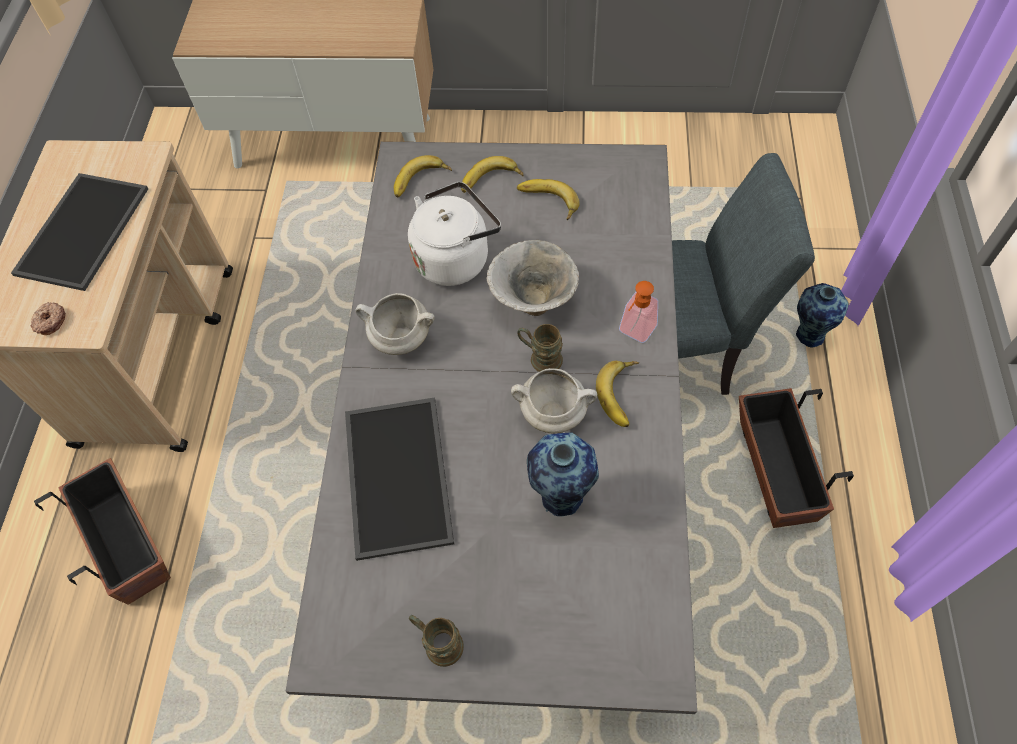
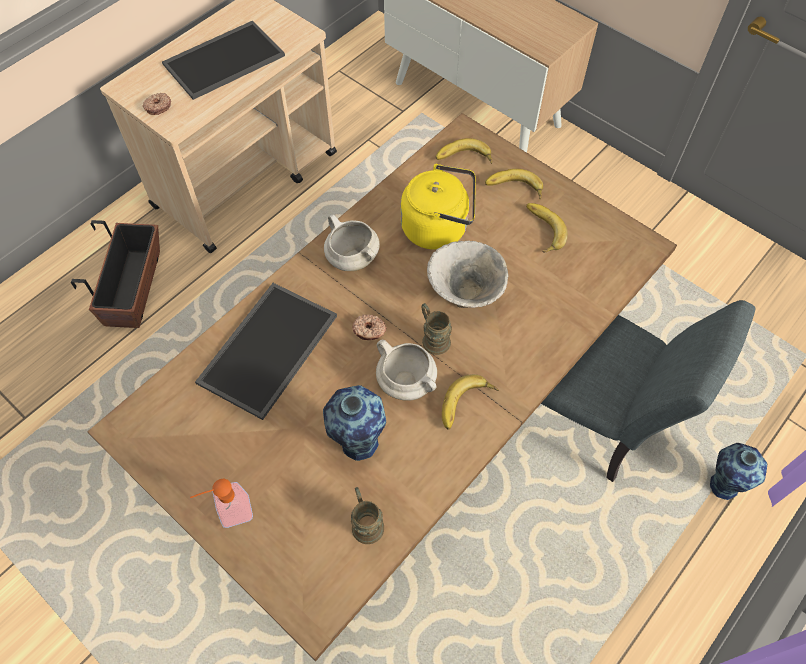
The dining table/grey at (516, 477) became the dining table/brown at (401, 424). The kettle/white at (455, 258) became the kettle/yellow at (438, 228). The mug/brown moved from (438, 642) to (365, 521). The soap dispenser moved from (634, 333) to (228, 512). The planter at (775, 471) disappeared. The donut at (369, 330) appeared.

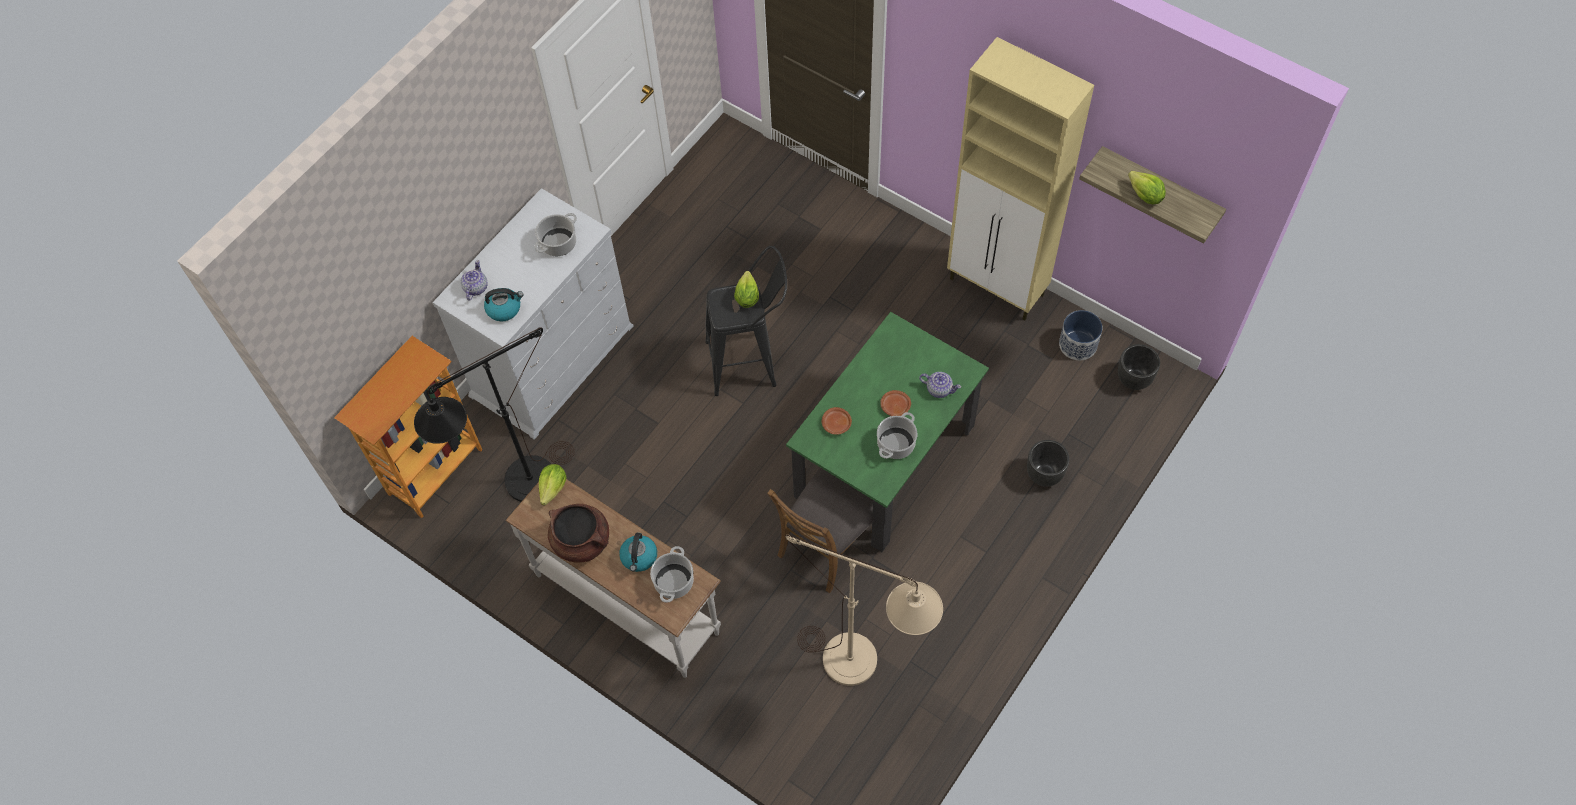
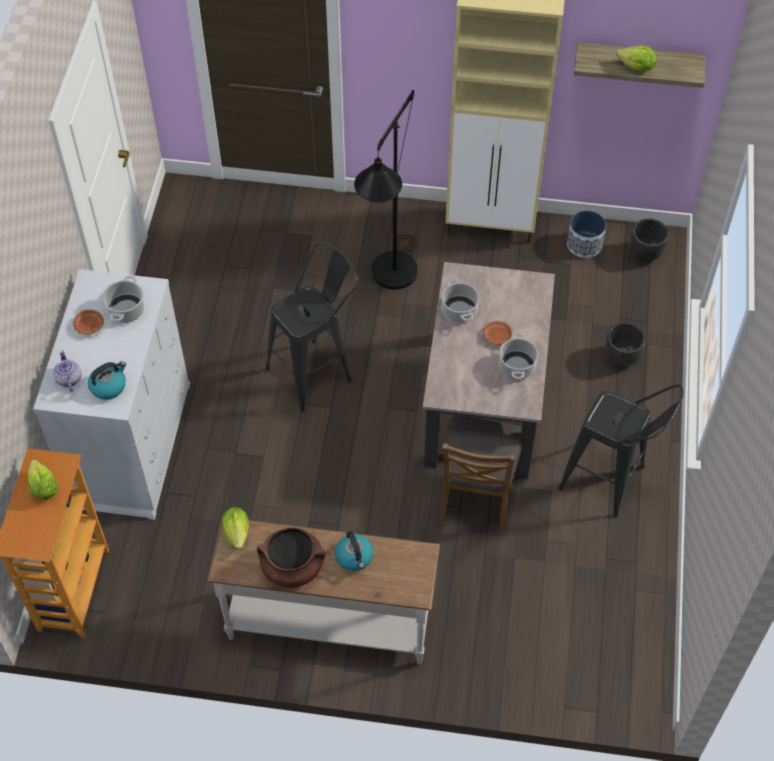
The floor lamp/black moved from (519, 489) to (390, 281). The cooking pot moved from (674, 582) to (459, 311). The lettuce moved from (747, 297) to (44, 488). The floor lamp/beige at (864, 667) disappeared. The dining table/green at (885, 461) became the dining table/beige at (483, 403). The plate/brown moved from (836, 424) to (89, 326). The teapot at (939, 389) disappeared. The stool/black at (610, 482) appeared.

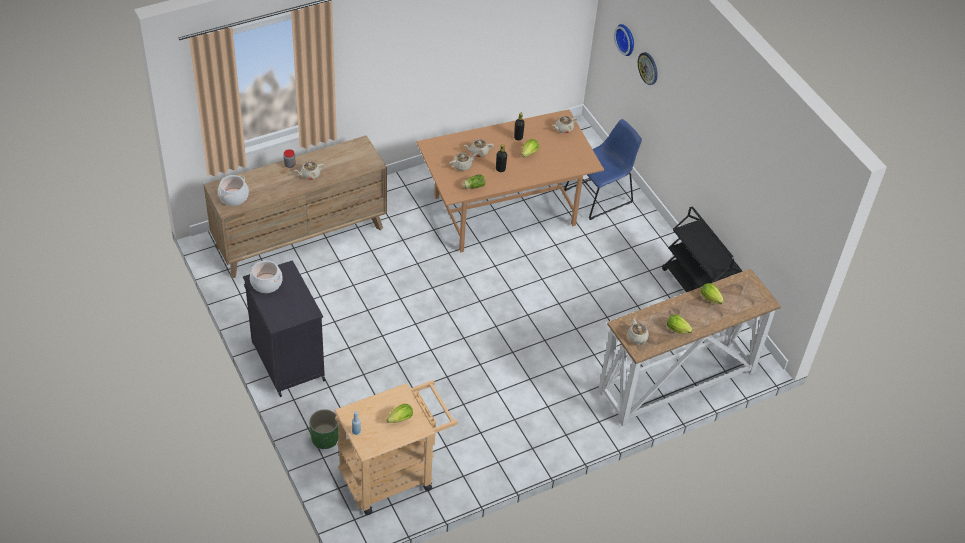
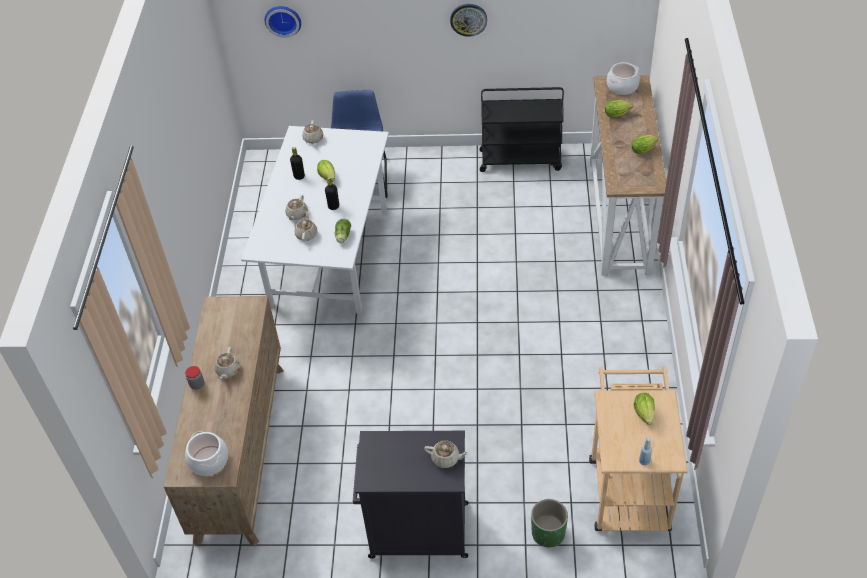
The cooking pot moved from (266, 283) to (622, 86). The dining table/brown at (505, 210) became the dining table/white at (329, 256). The teapot/beige moved from (637, 338) to (446, 458). The wall clock moved from (648, 68) to (468, 19).

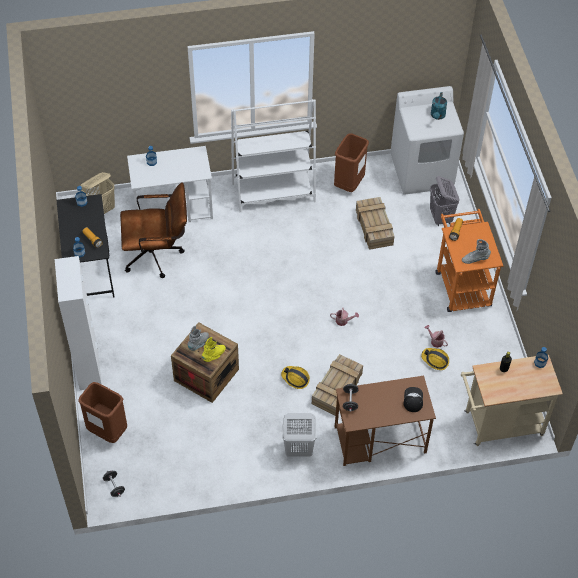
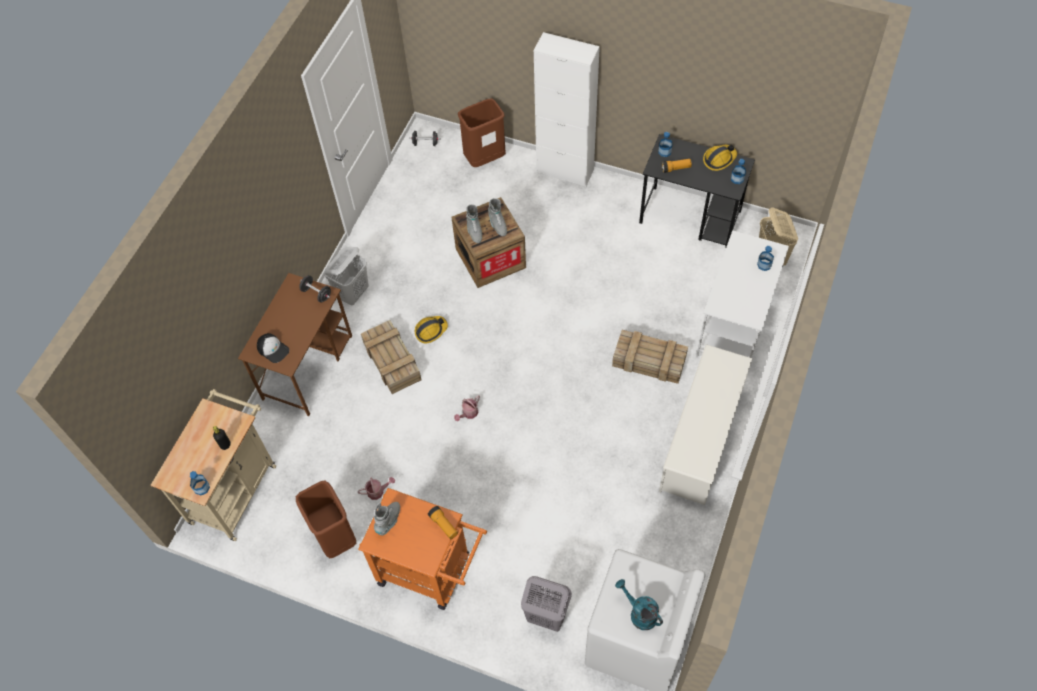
The office chair/brown at (158, 255) disappeared. The boot/yellow at (214, 355) became the boot/grey at (474, 231). The bookcase/white at (273, 193) was replaced by the shoe rack/white at (701, 440). The trash can/brown moved from (349, 184) to (335, 537). The crate moved from (374, 228) to (648, 361). The hard hat moved from (435, 360) to (719, 159).

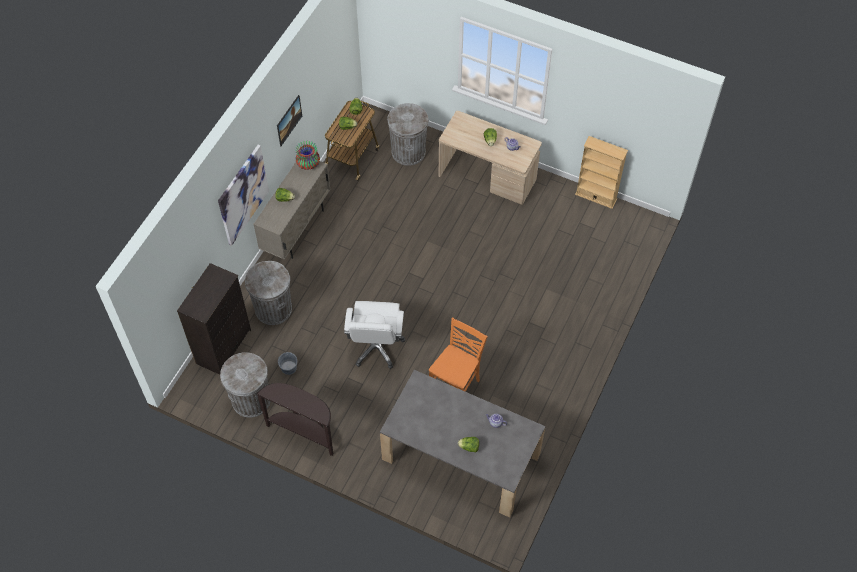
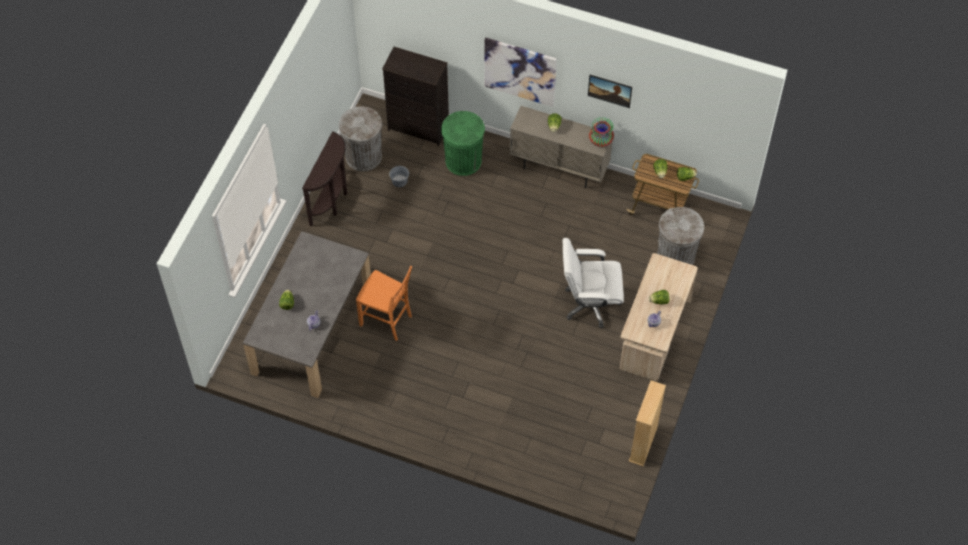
The trash can/grey at (273, 309) became the trash can/green at (463, 161). The office chair/white moved from (376, 347) to (590, 304).

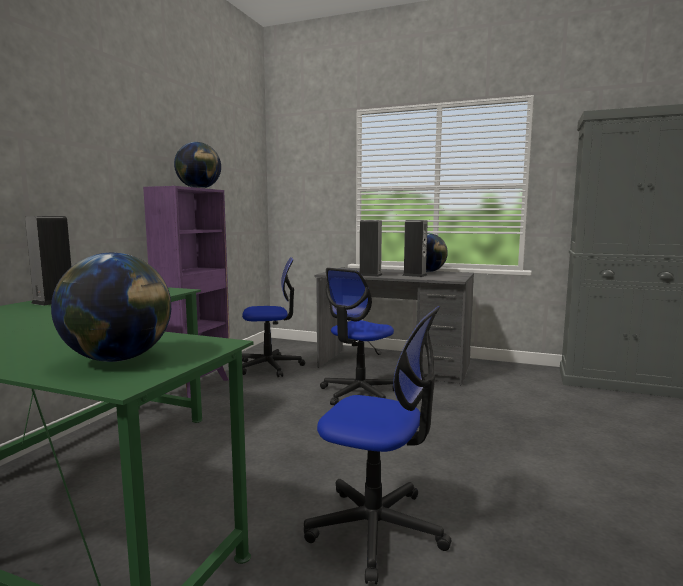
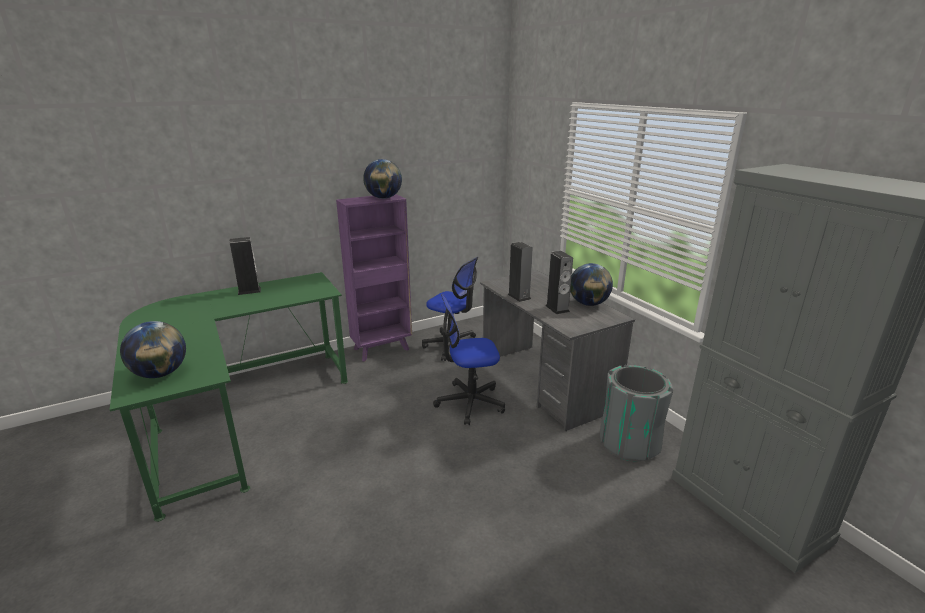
The office chair at (376, 529) disappeared. The trash can/grey at (629, 443) appeared.

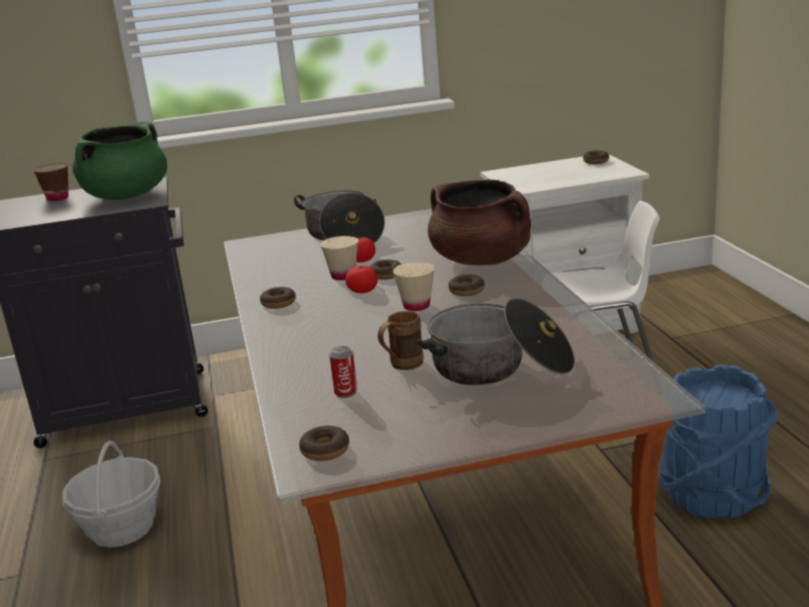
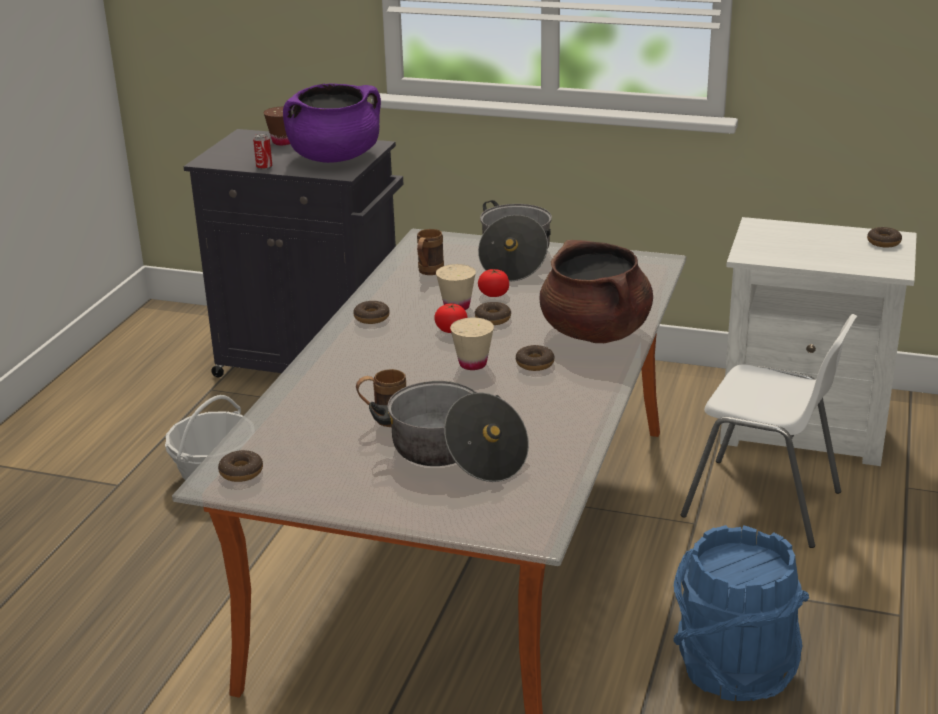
The cooking pot/green at (127, 196) became the cooking pot/purple at (335, 158). The can moved from (346, 393) to (264, 167). The mug/brown at (428, 272) appeared.

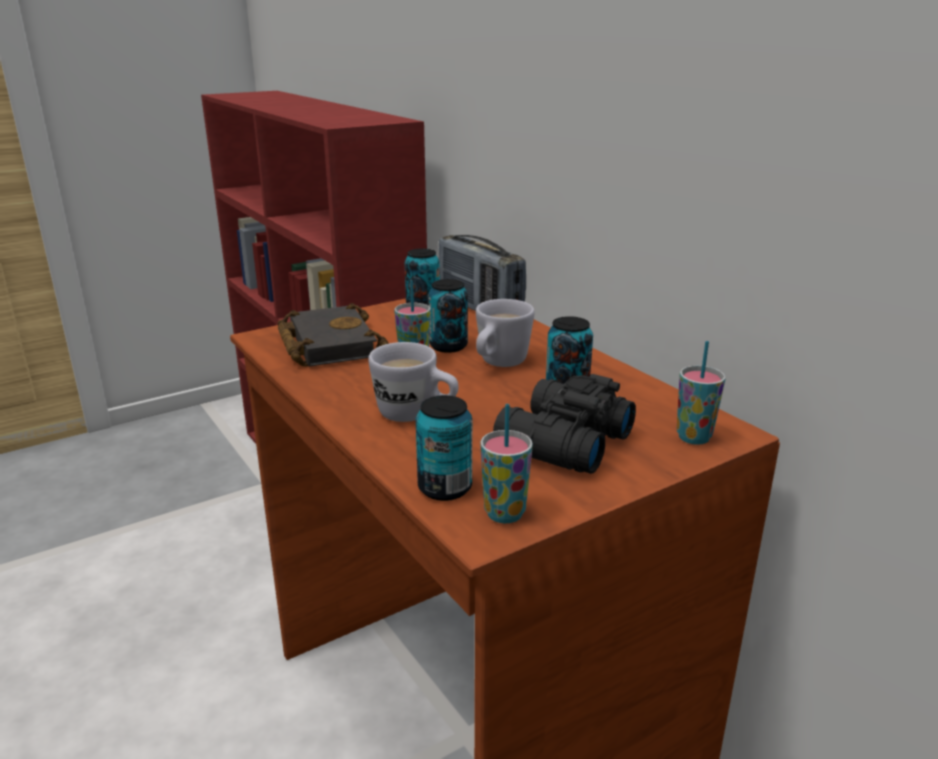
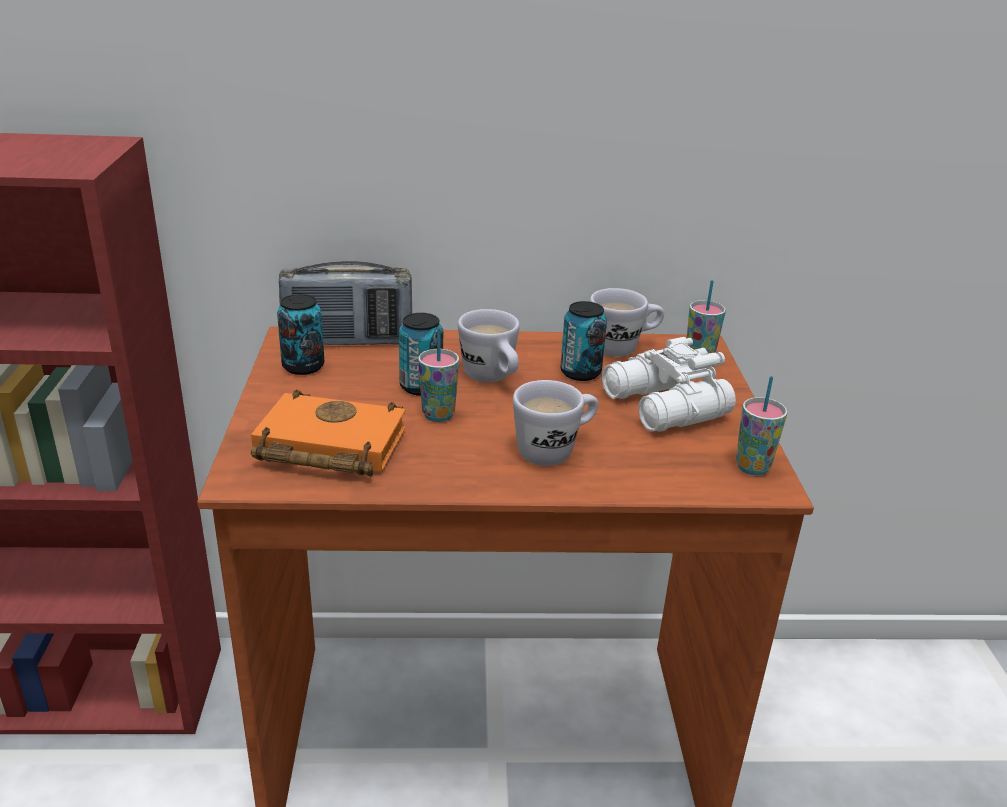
The book/black at (327, 344) became the book/orange at (325, 446). The can at (444, 488) disappeared. The binoculars/black at (560, 442) became the binoculars/white at (663, 407). The mug/white at (623, 348) appeared.

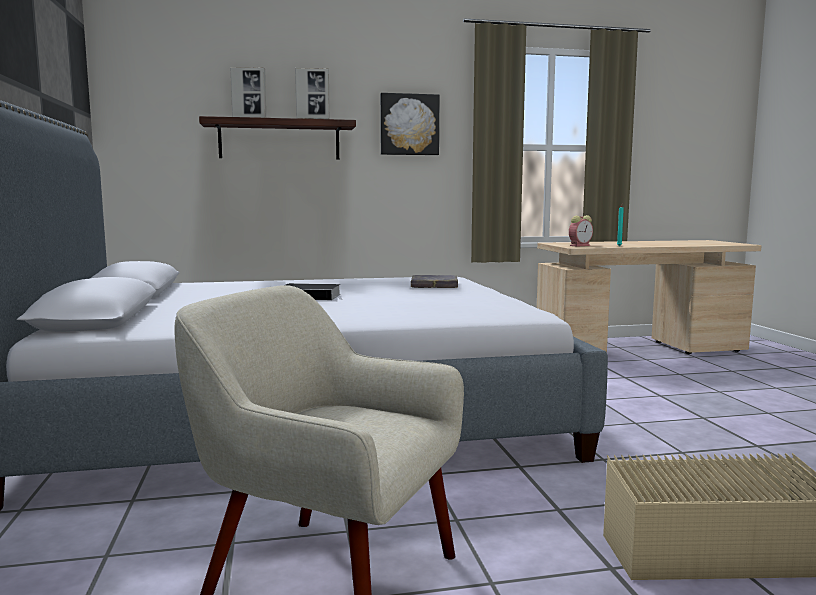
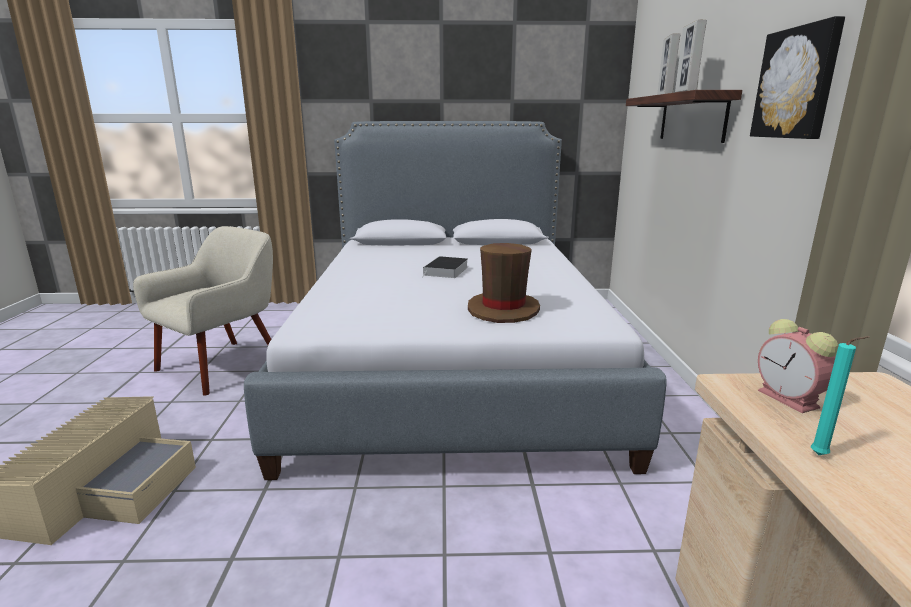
The book/grey at (434, 286) was replaced by the hat/brown at (503, 309).

